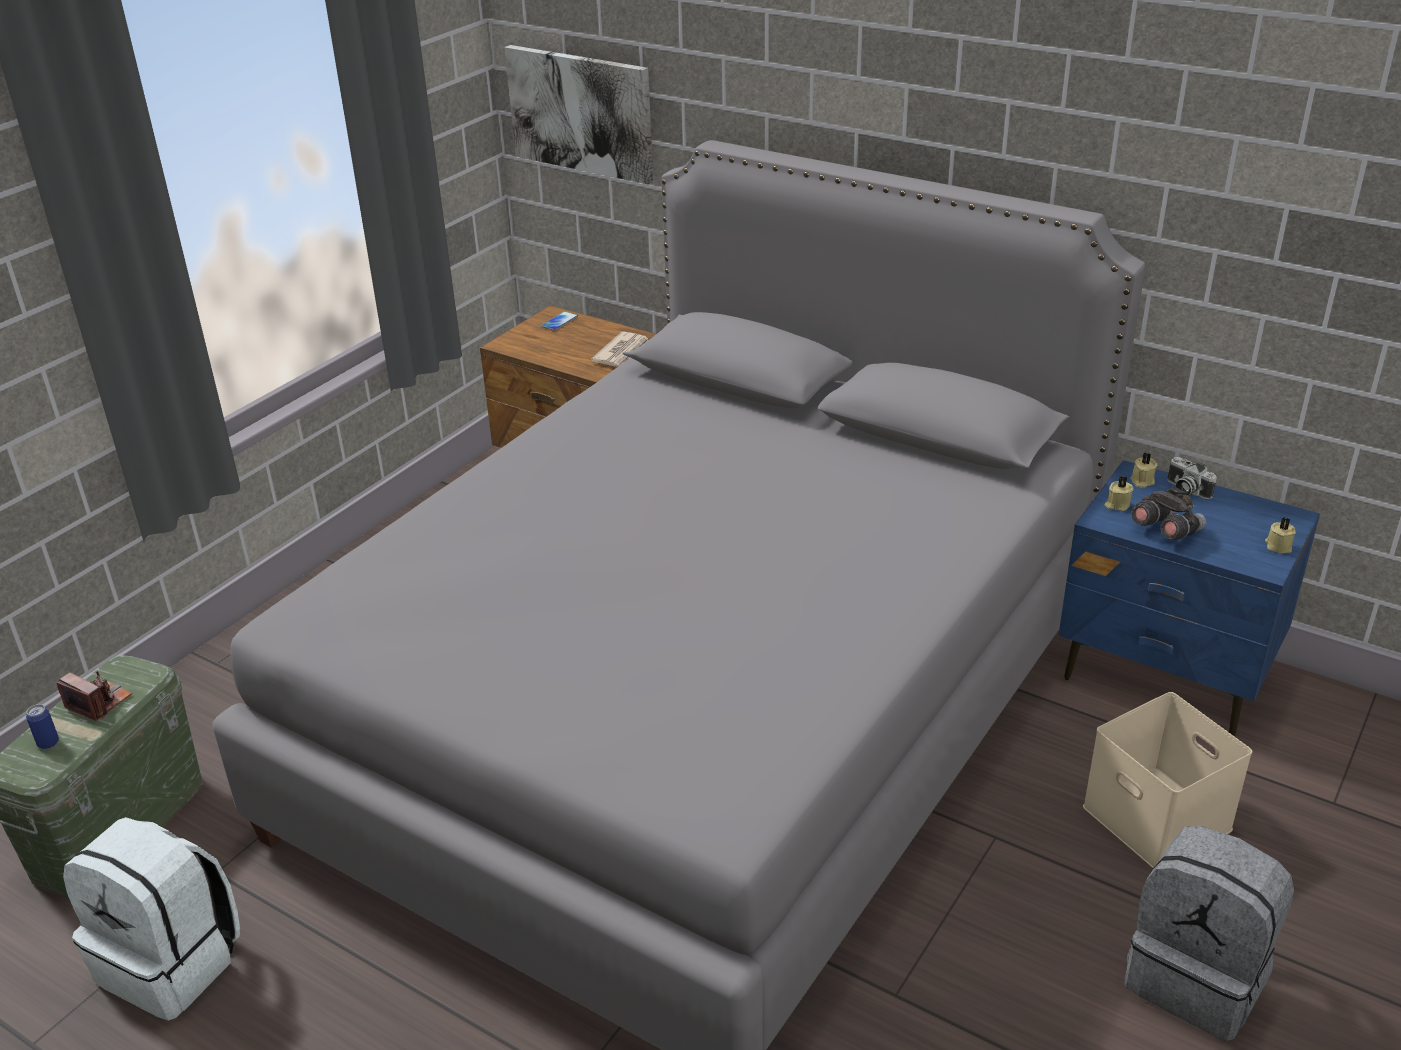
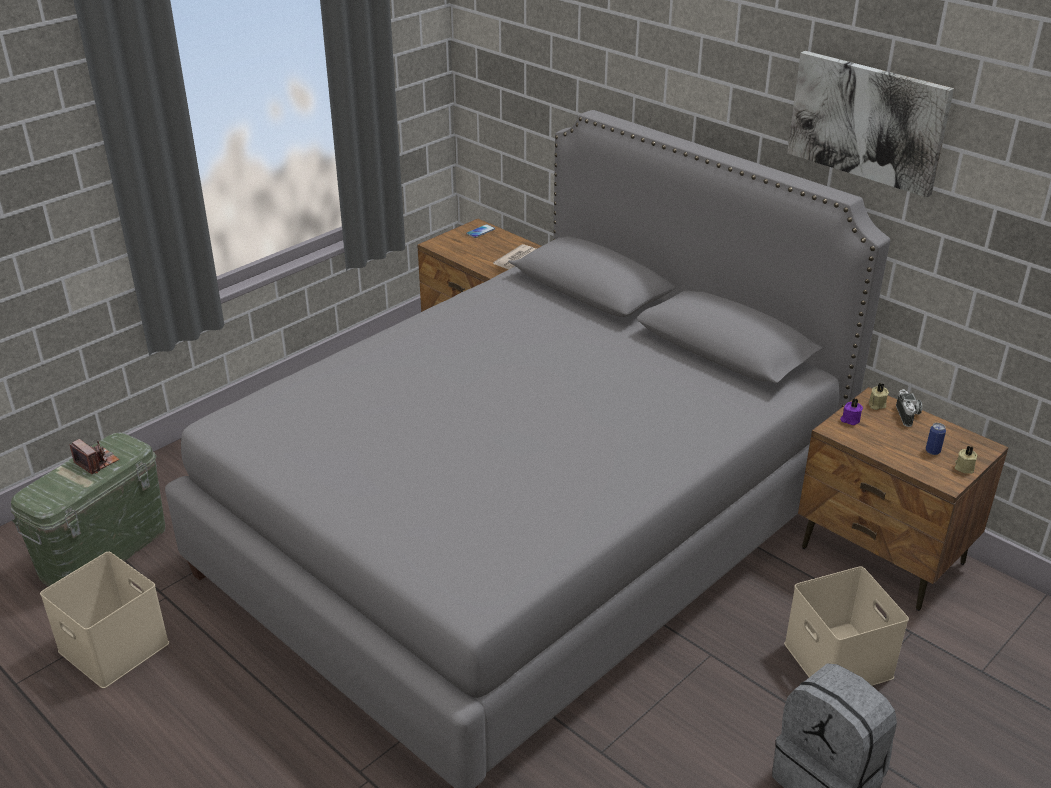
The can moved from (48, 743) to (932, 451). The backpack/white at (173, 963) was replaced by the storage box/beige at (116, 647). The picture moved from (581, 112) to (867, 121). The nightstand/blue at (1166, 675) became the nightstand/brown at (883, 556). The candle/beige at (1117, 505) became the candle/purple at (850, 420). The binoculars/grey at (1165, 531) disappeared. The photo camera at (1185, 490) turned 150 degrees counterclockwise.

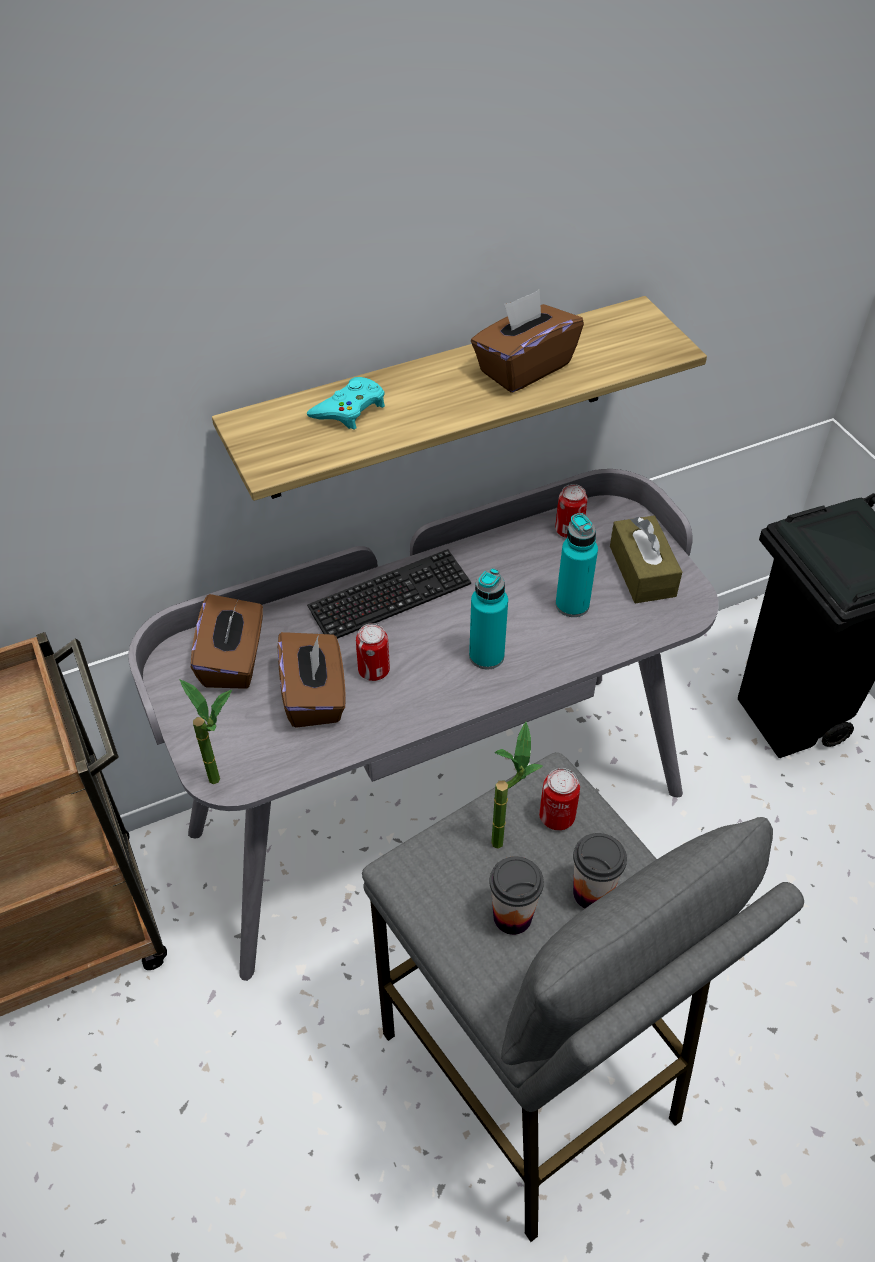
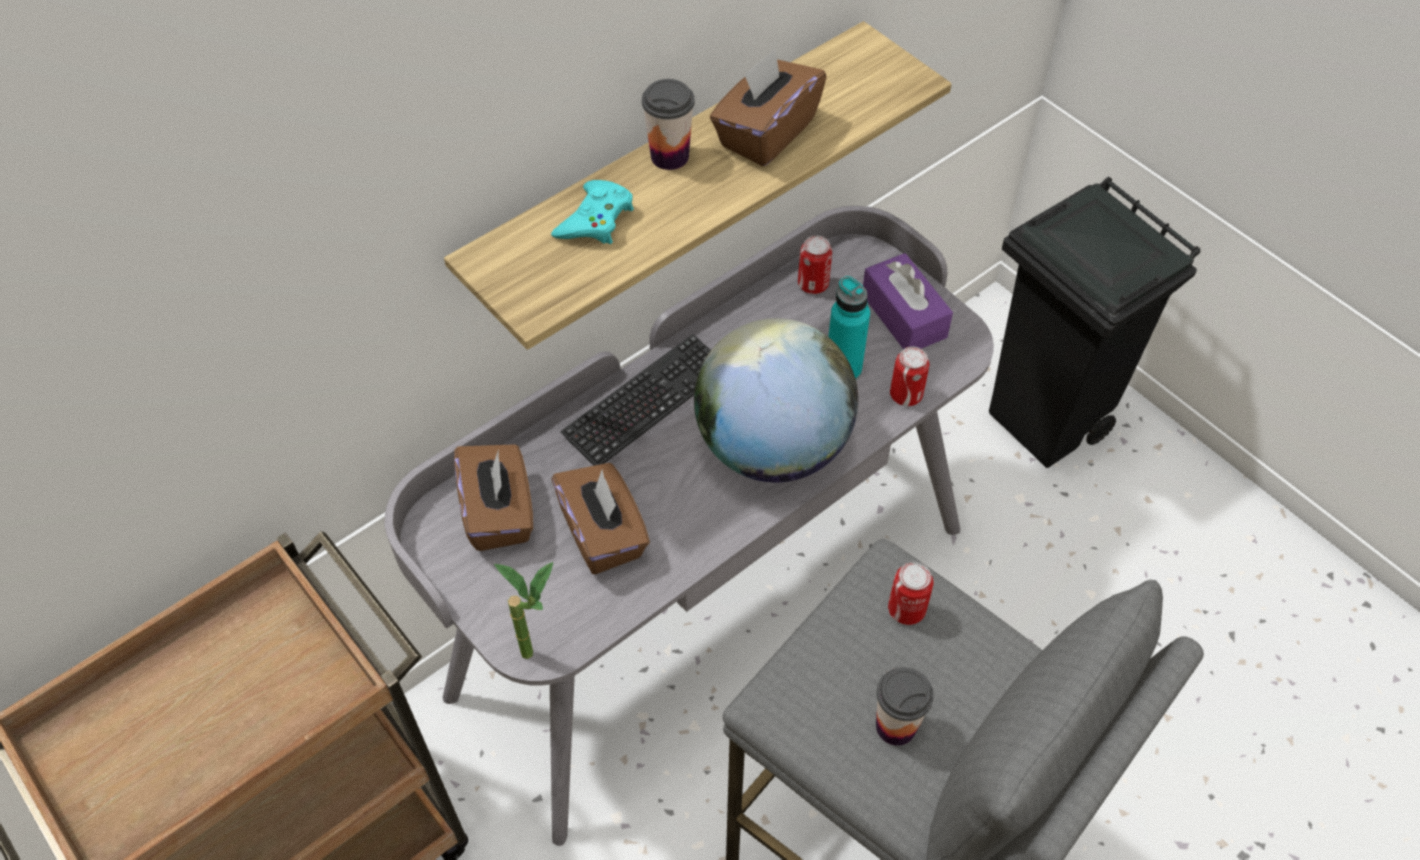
The can moved from (374, 670) to (906, 395). The bottle/turquoise at (486, 656) was replaced by the globe at (772, 447). The potted plant at (506, 835) disappeared. The cup moved from (592, 893) to (669, 156). The tissue box/brown at (642, 571) became the tissue box/purple at (904, 315).

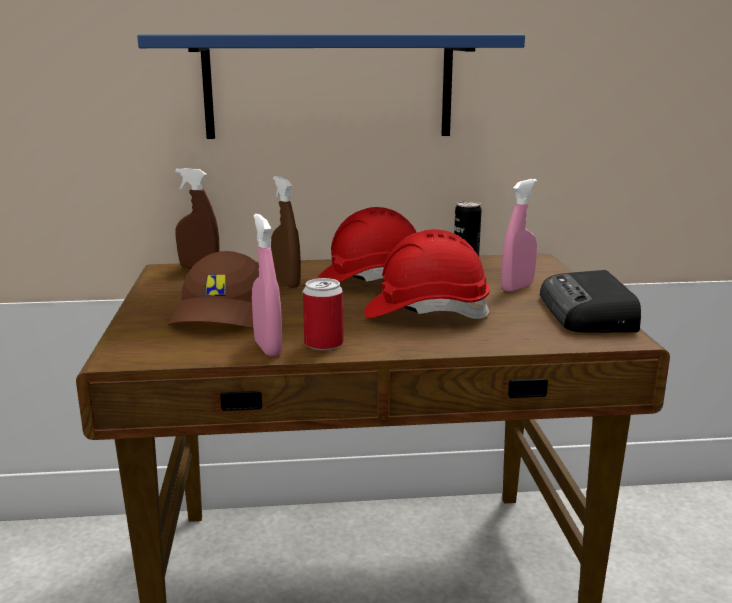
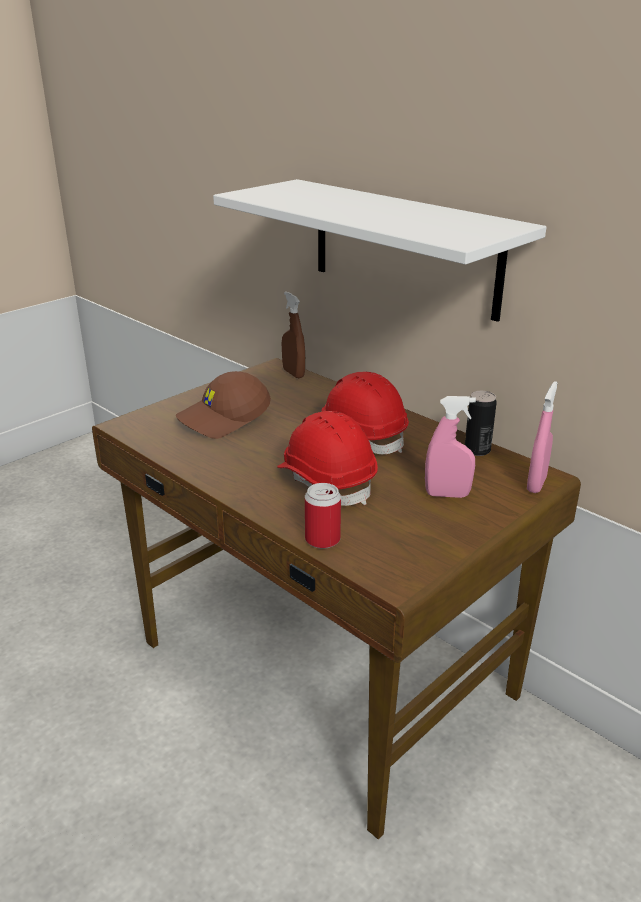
The shelf/blue at (329, 86) became the shelf/white at (404, 247). The spray bottle/pink moved from (268, 348) to (536, 484). The spray bottle/brown at (286, 283) disappeared. The can moved from (324, 344) to (322, 539). The radio at (588, 313) disappeared.

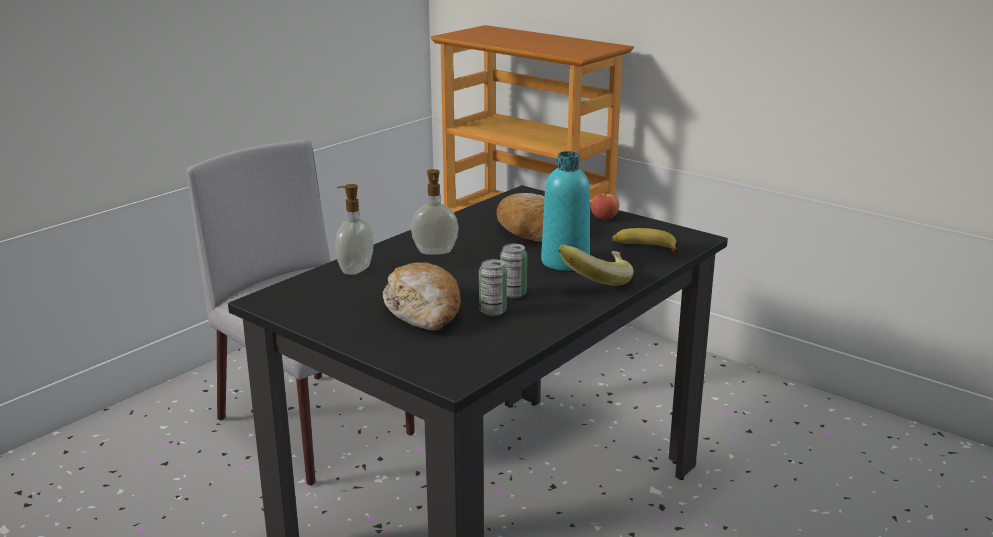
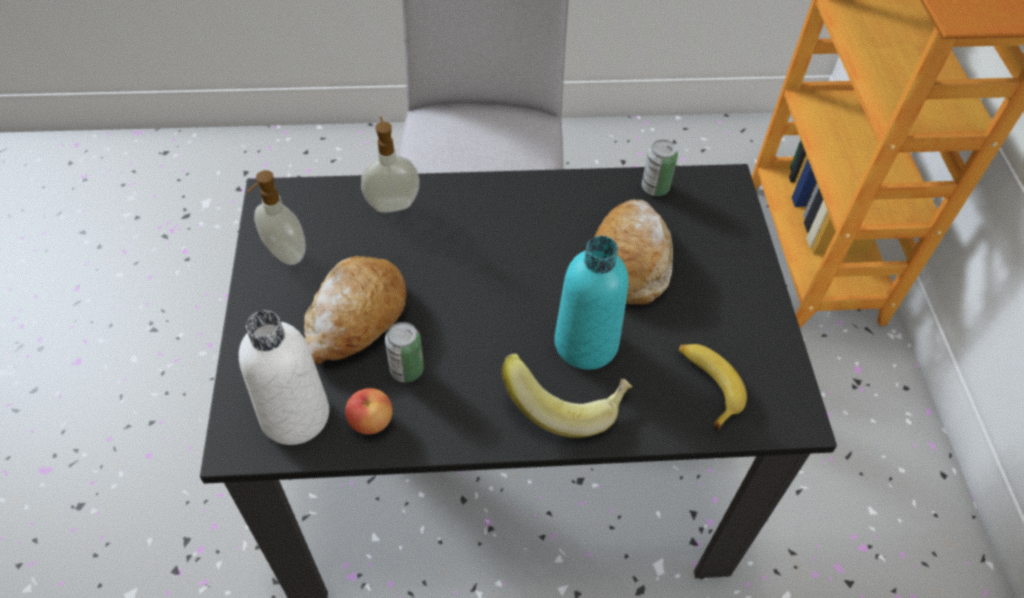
The soap dispenser moved from (435, 252) to (284, 254). The can moved from (513, 294) to (655, 188). The apple moved from (604, 217) to (371, 421). The bottle/white at (295, 415) appeared.

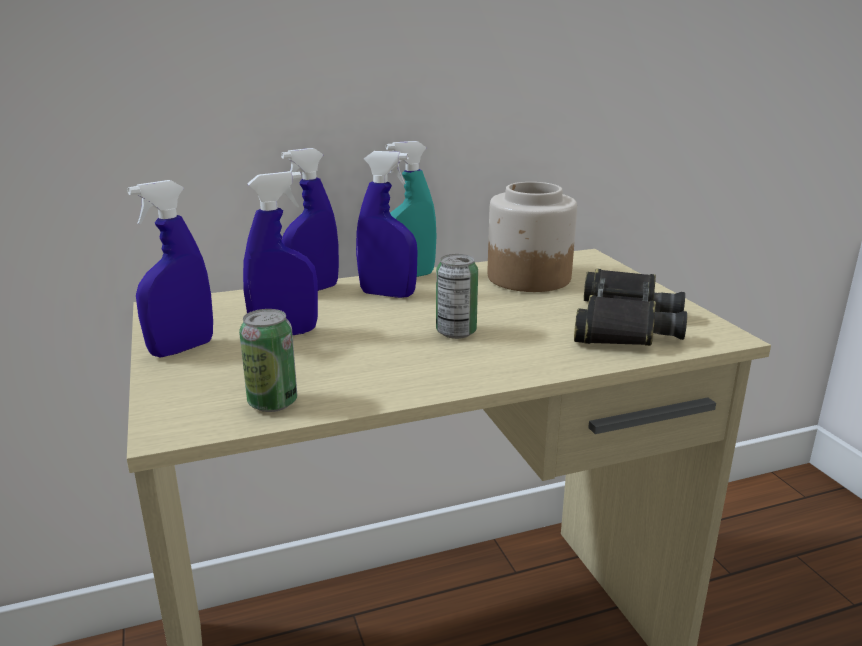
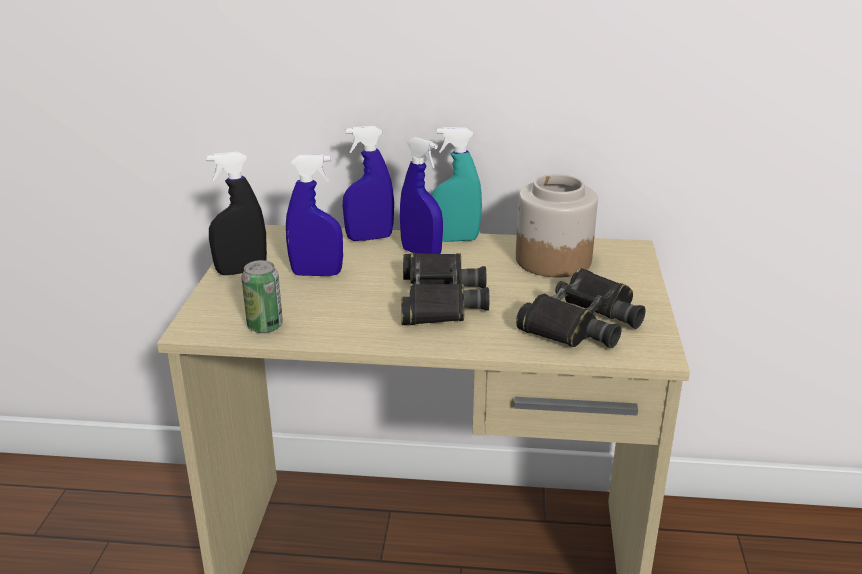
The spray bottle/blue at (182, 349) became the spray bottle/black at (241, 271). The can at (456, 332) was replaced by the binoculars/black at (439, 299).

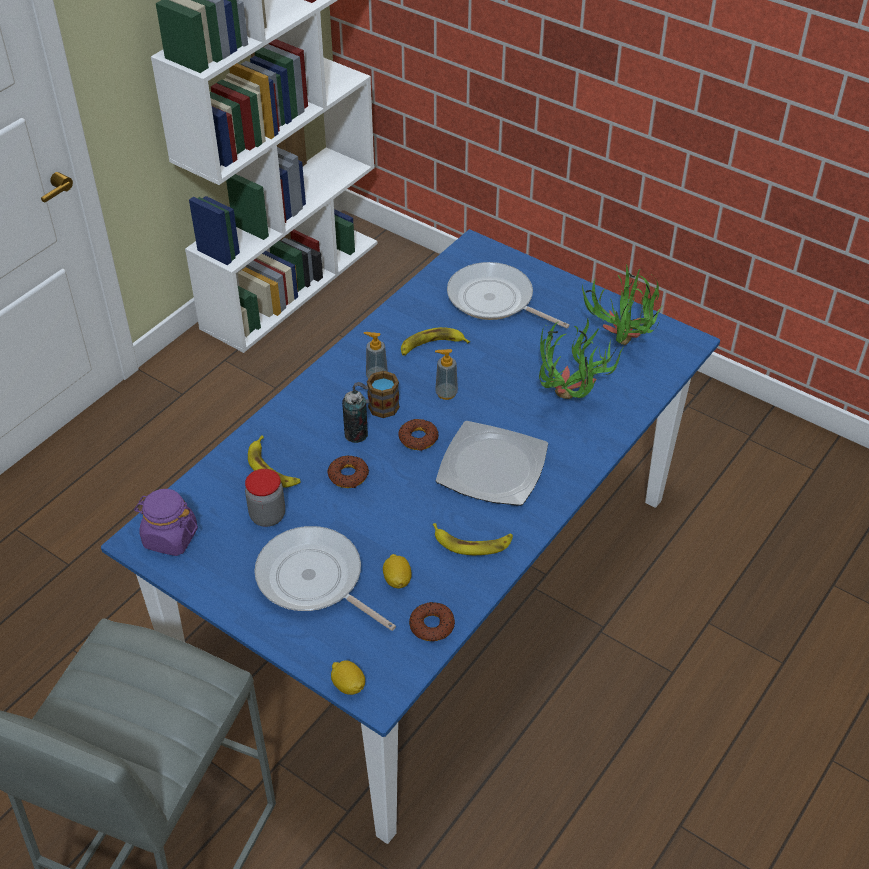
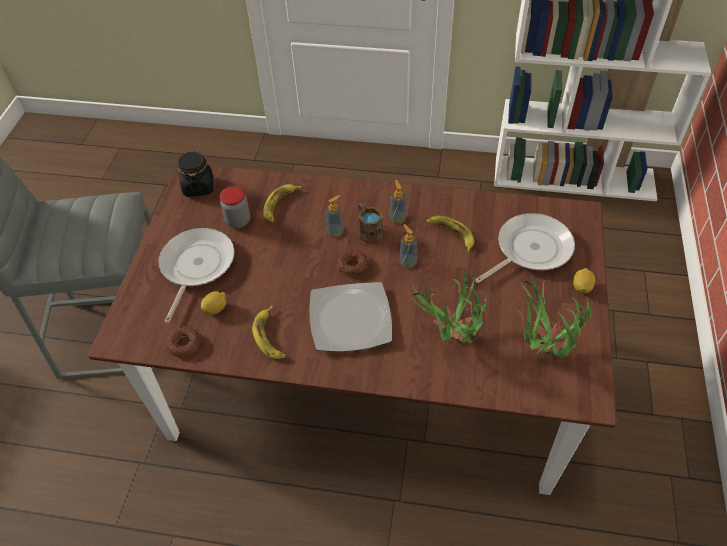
The dining table/blue at (435, 593) became the dining table/brown at (366, 379). The jar/purple at (170, 538) became the jar/black at (198, 187). The donut at (348, 475) disappeared. The lemon moved from (348, 685) to (581, 287). The can at (356, 434) was replaced by the soap dispenser at (335, 231). The frying pan at (494, 300) turned 45 degrees clockwise.

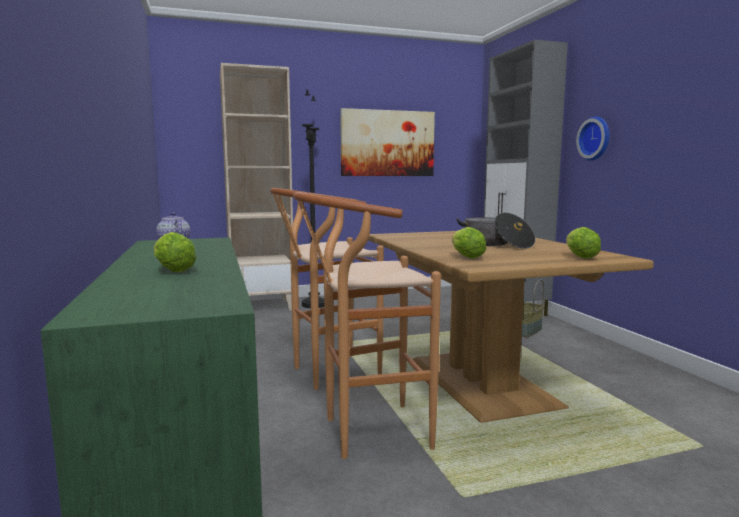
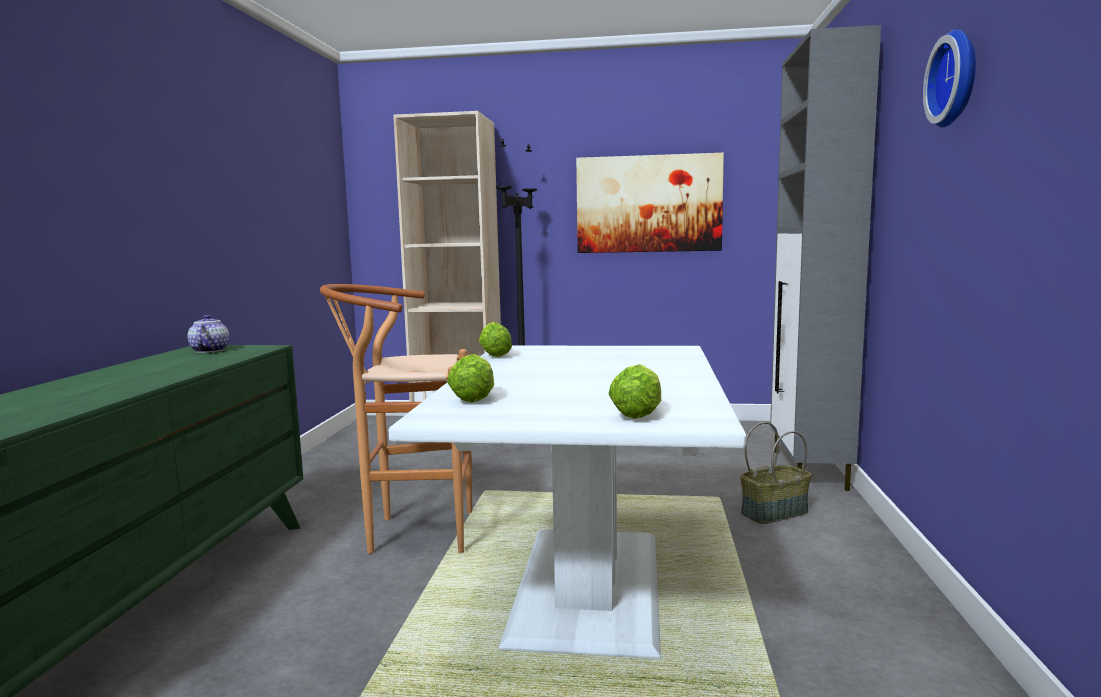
The lettuce moved from (172, 270) to (494, 355). The stool/brown at (366, 433) disappeared. The dining table/brown at (479, 382) became the dining table/white at (585, 586). The cooking pot at (496, 244) disappeared. The wall clock moved from (596, 138) to (957, 79).

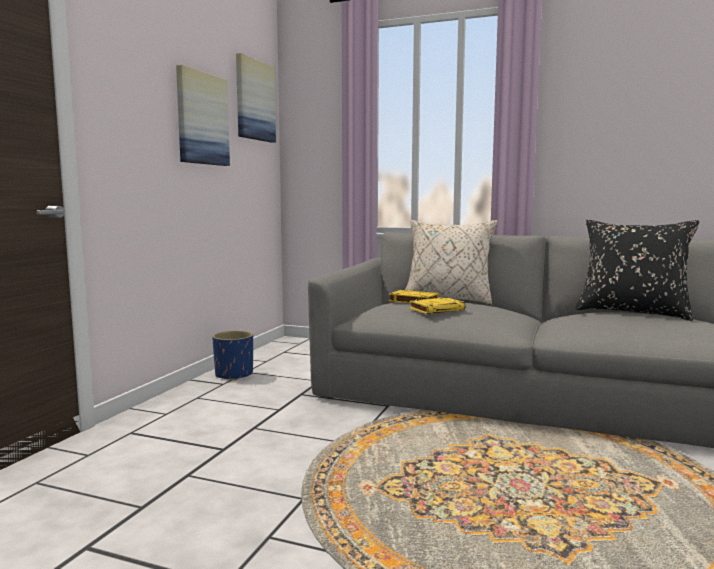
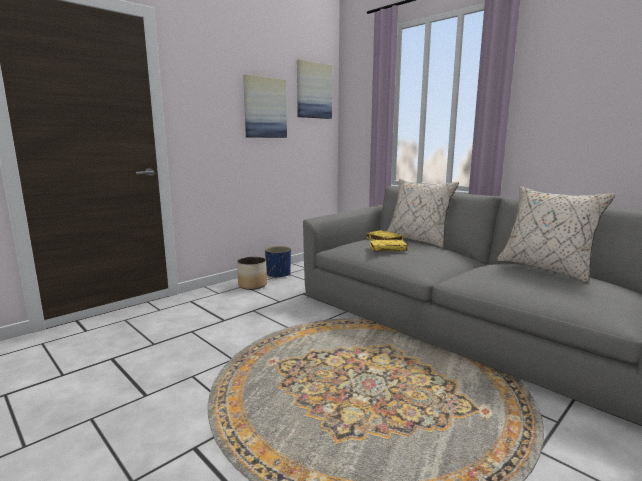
The pillow/black at (632, 312) became the pillow/beige at (545, 269). The planter at (252, 285) appeared.

